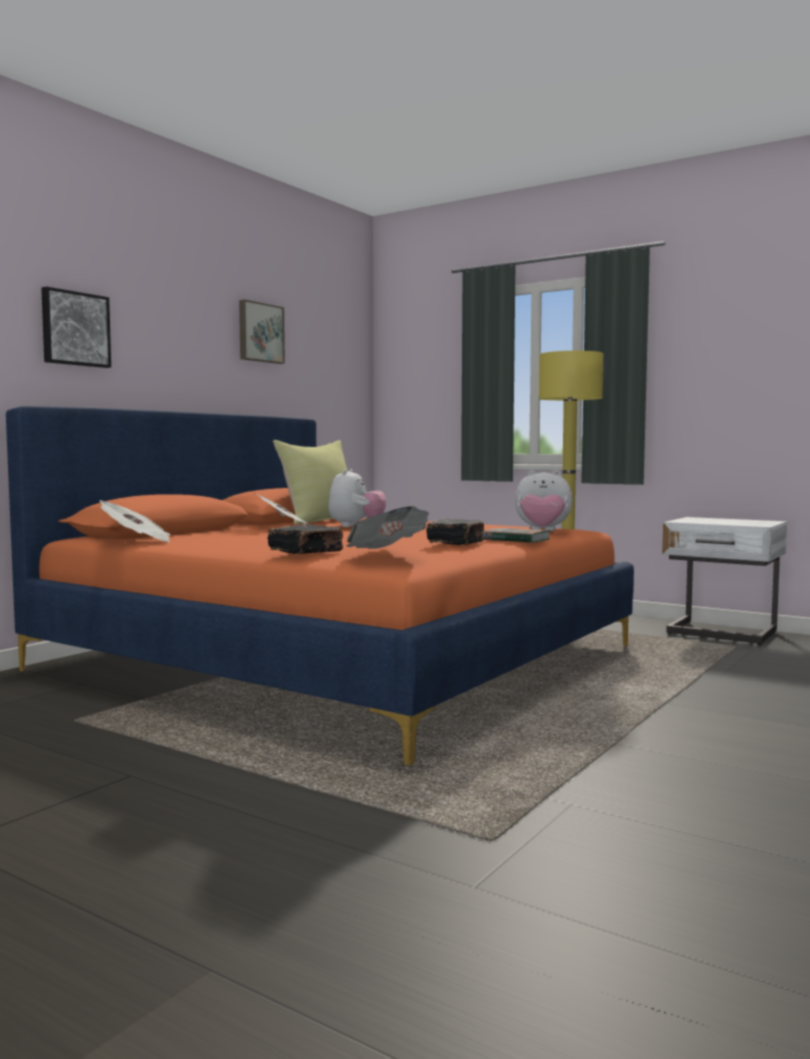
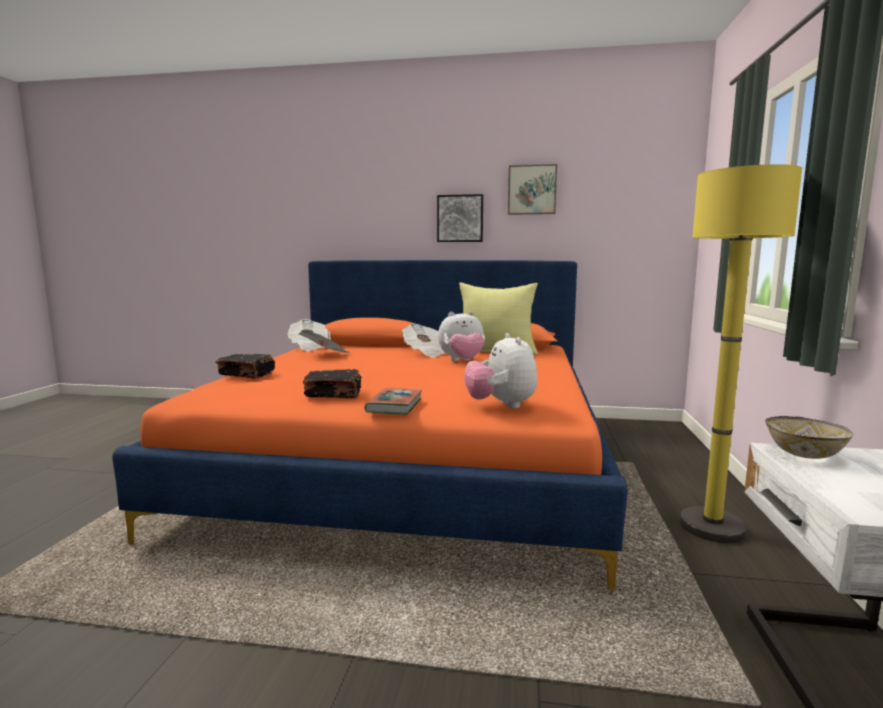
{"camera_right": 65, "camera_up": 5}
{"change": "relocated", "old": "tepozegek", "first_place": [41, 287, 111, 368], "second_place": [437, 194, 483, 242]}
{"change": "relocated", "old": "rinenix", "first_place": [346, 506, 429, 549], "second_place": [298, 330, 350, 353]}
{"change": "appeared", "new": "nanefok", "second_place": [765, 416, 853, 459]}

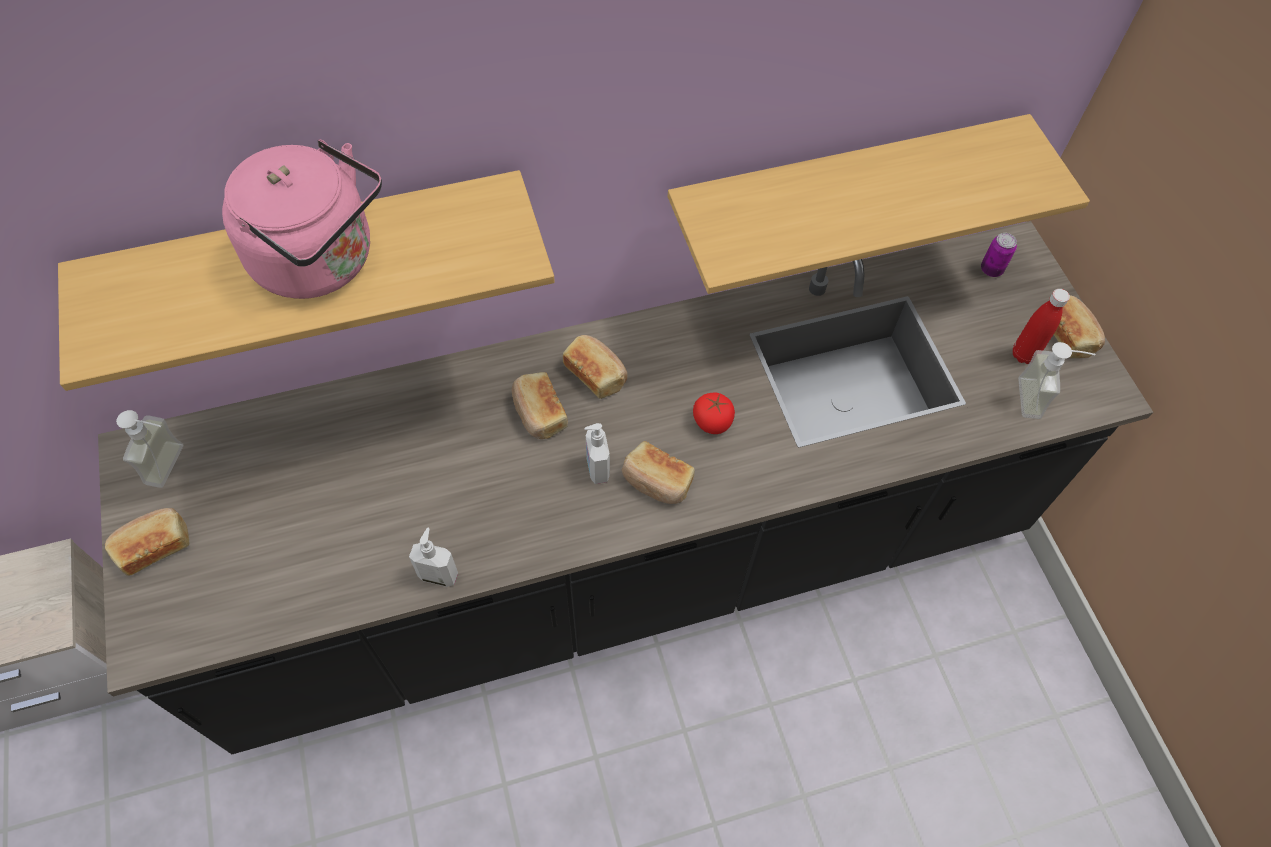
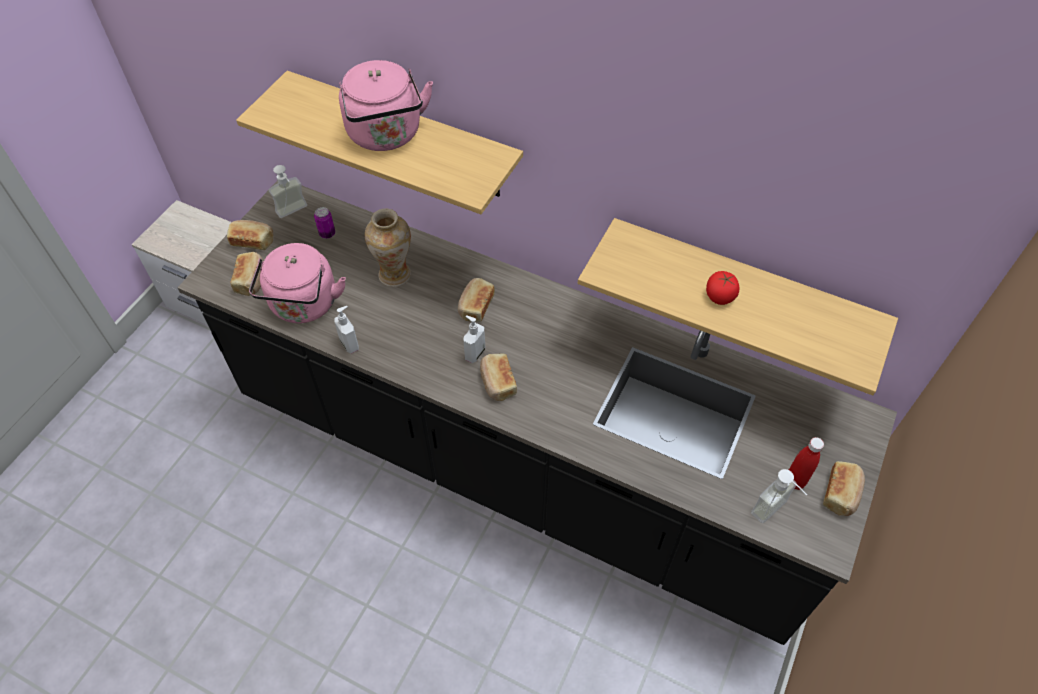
{"camera_right": 45, "camera_up": -5}
{"change": "relocated", "old": "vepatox", "first_place": [563, 335, 628, 399], "second_place": [230, 252, 264, 296]}
{"change": "relocated", "old": "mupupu", "first_place": [693, 392, 735, 434], "second_place": [706, 271, 739, 305]}
{"change": "relocated", "old": "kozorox", "first_place": [981, 233, 1017, 277], "second_place": [314, 207, 335, 239]}
{"change": "appeared", "new": "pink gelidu", "second_place": [249, 243, 346, 323]}
{"change": "appeared", "new": "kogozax", "second_place": [365, 209, 411, 287]}

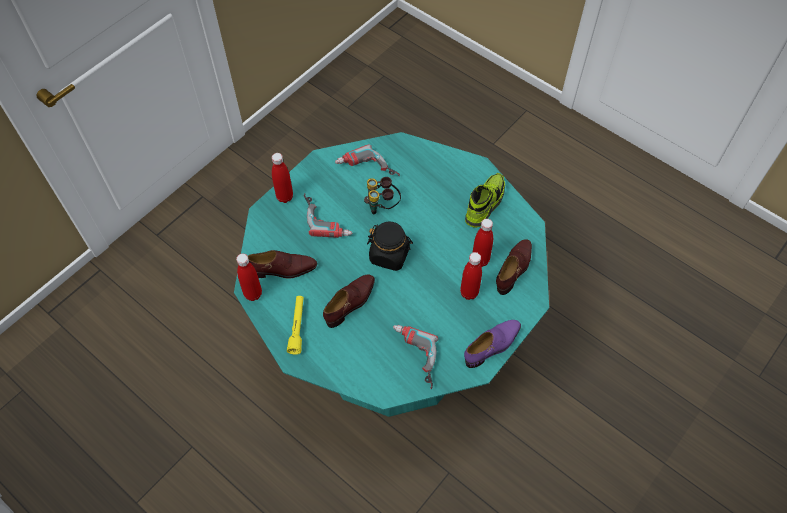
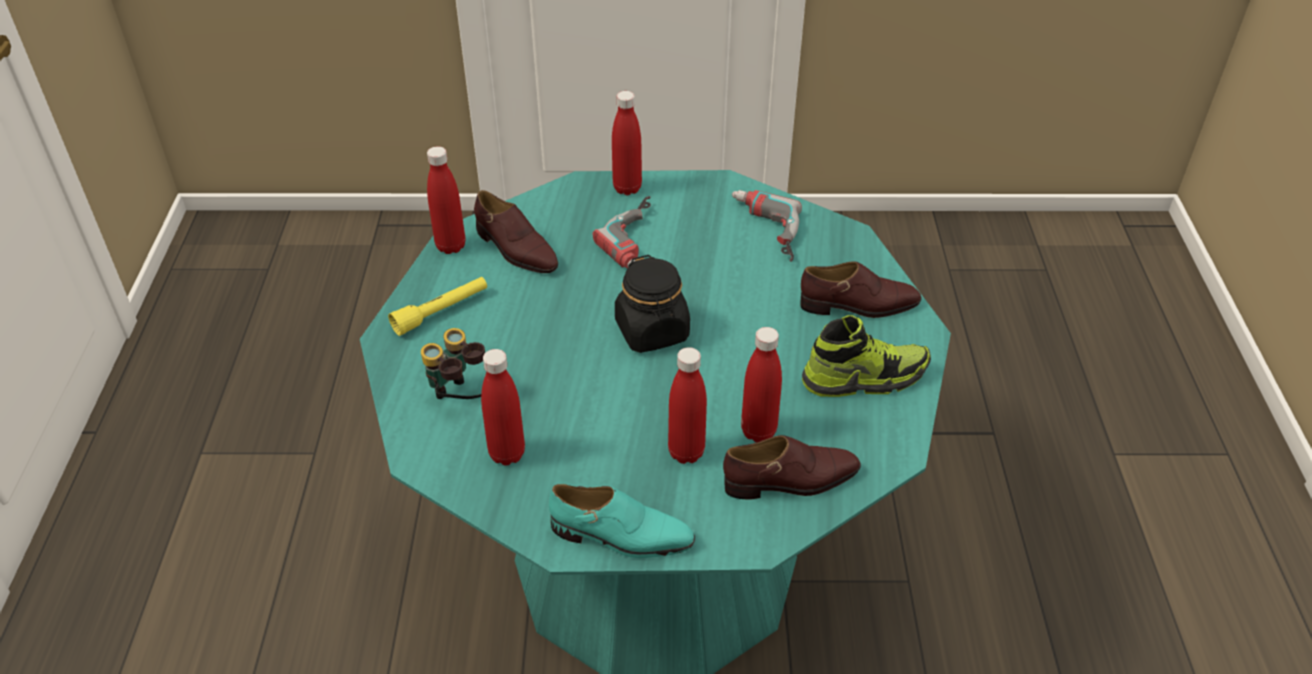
{"camera_right": 50, "camera_up": -15}
{"change": "relocated", "old": "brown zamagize", "first_place": [323, 275, 375, 328], "second_place": [800, 261, 922, 318]}
{"change": "relocated", "old": "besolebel", "first_place": [364, 177, 401, 214], "second_place": [421, 328, 485, 399]}
{"change": "exchanged", "old": "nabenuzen", "new": "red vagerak", "first_place": [393, 325, 438, 389], "second_place": [481, 349, 525, 465]}
{"change": "colour", "old": "purple zamagize", "new": "turquoise zamagize", "first_place": [464, 320, 521, 368], "second_place": [549, 484, 695, 558]}

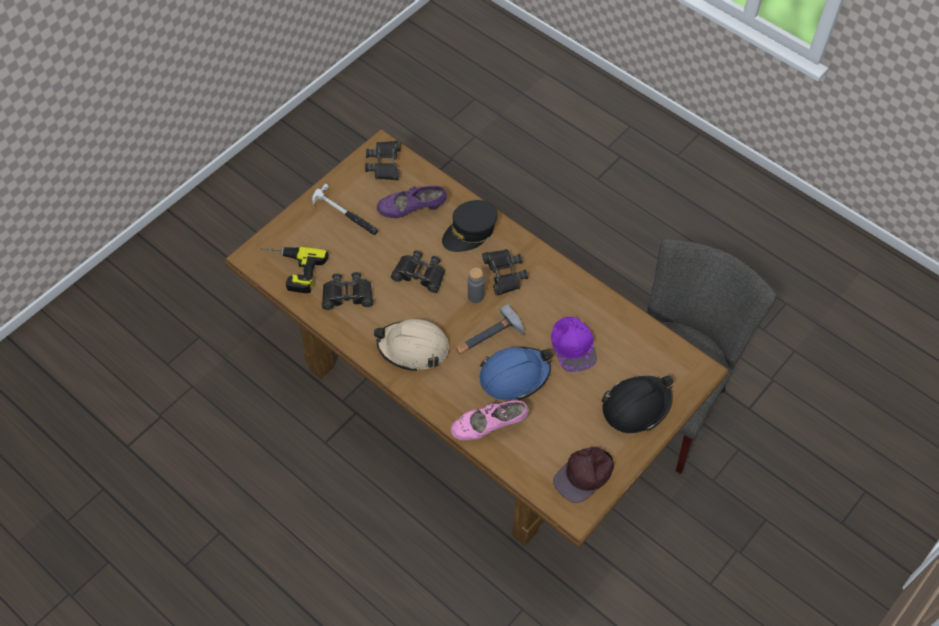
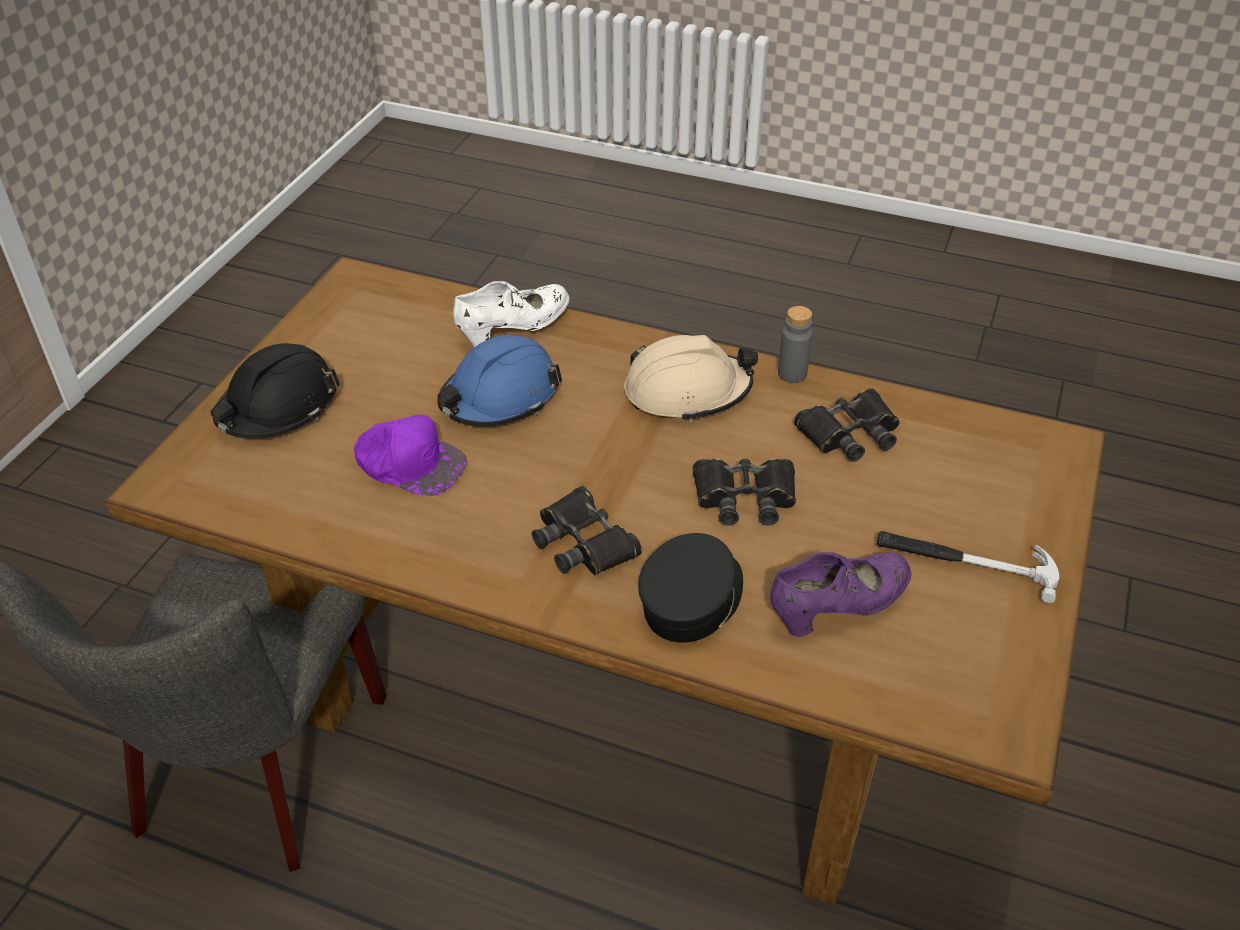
{"camera_right": 160, "camera_up": -15}
{"change": "missing", "old": "nabenuzen", "first_place": [260, 247, 329, 293]}
{"change": "missing", "old": "black besolebel", "first_place": [365, 141, 401, 180]}
{"change": "colour", "old": "pink zamagize", "new": "white zamagize", "first_place": [451, 400, 529, 440], "second_place": [453, 281, 570, 347]}
{"change": "missing", "old": "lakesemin", "first_place": [455, 304, 525, 354]}
{"change": "relocated", "old": "grey vagerak", "first_place": [468, 268, 484, 303], "second_place": [778, 306, 813, 383]}
{"change": "spun", "old": "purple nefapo", "first_place": [551, 317, 597, 372], "second_place": [354, 415, 467, 496], "degrees": 150}
{"change": "missing", "old": "brown nefapo", "first_place": [553, 447, 614, 503]}

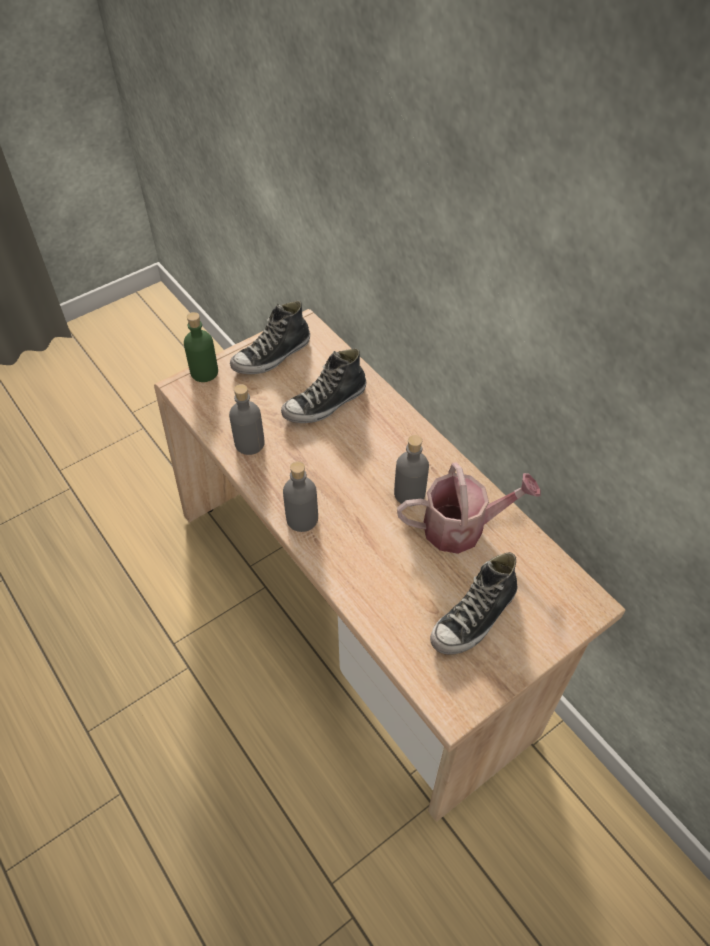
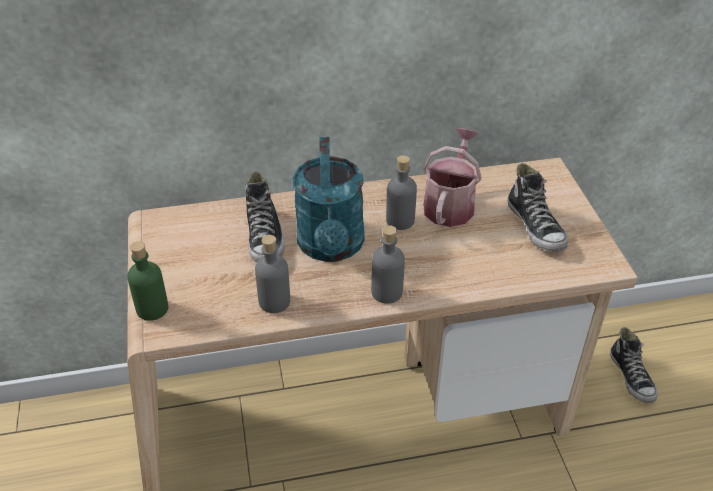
{"camera_right": -65, "camera_up": -10}
{"change": "relocated", "old": "zamagize", "first_place": [230, 301, 310, 374], "second_place": [610, 327, 658, 403]}
{"change": "appeared", "new": "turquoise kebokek", "second_place": [293, 137, 365, 262]}

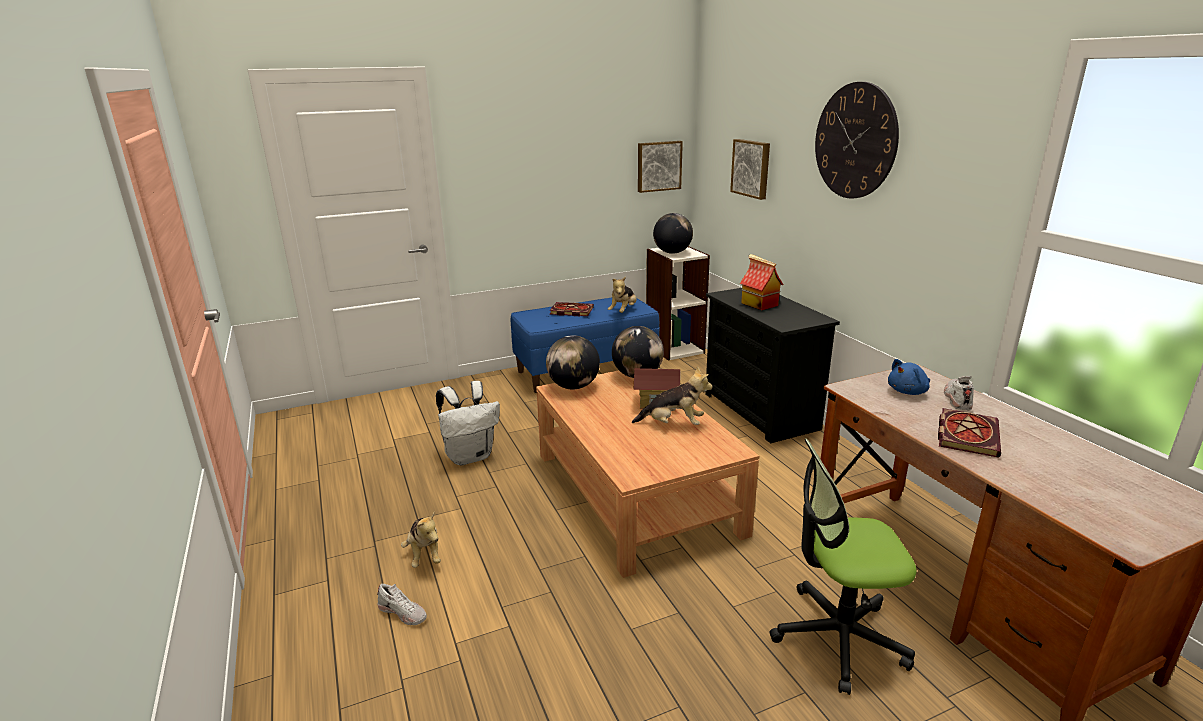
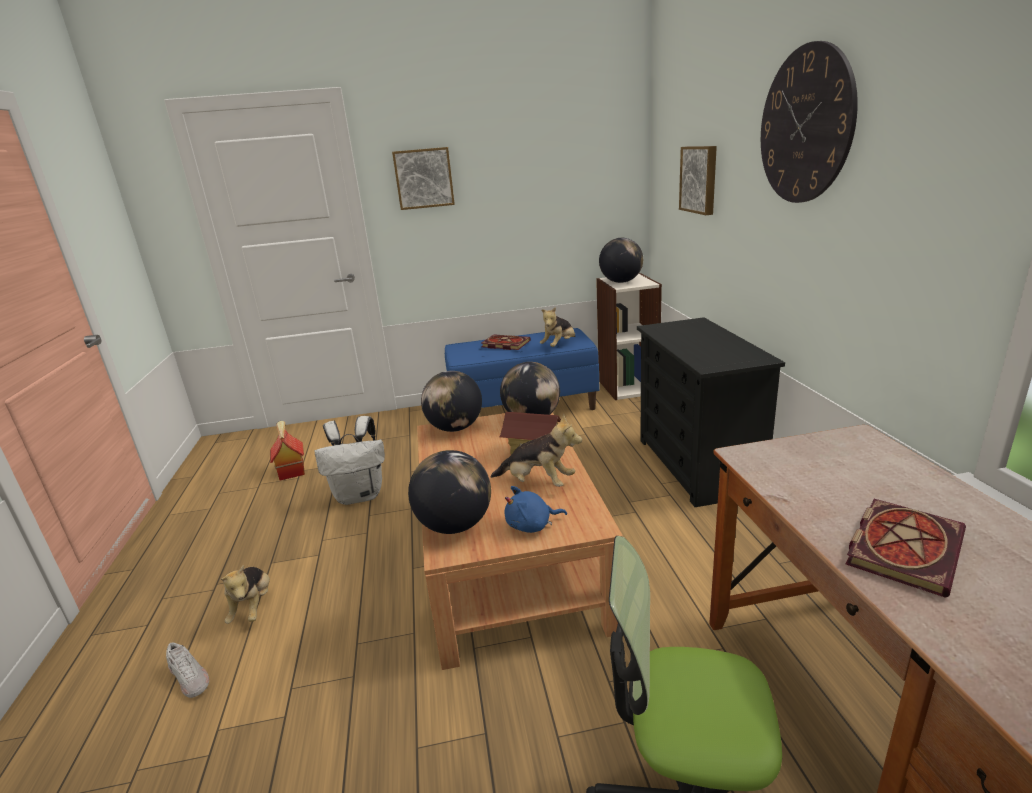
{"camera_right": 15, "camera_up": 0}
{"change": "relocated", "old": "tepozegek", "first_place": [638, 141, 683, 193], "second_place": [392, 147, 455, 210]}
{"change": "relocated", "old": "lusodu", "first_place": [740, 254, 783, 310], "second_place": [270, 421, 305, 481]}
{"change": "relocated", "old": "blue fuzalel", "first_place": [888, 359, 930, 395], "second_place": [505, 486, 567, 533]}
{"change": "missing", "old": "white zamagize", "first_place": [944, 376, 974, 410]}
{"change": "appeared", "new": "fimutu", "second_place": [408, 450, 491, 534]}

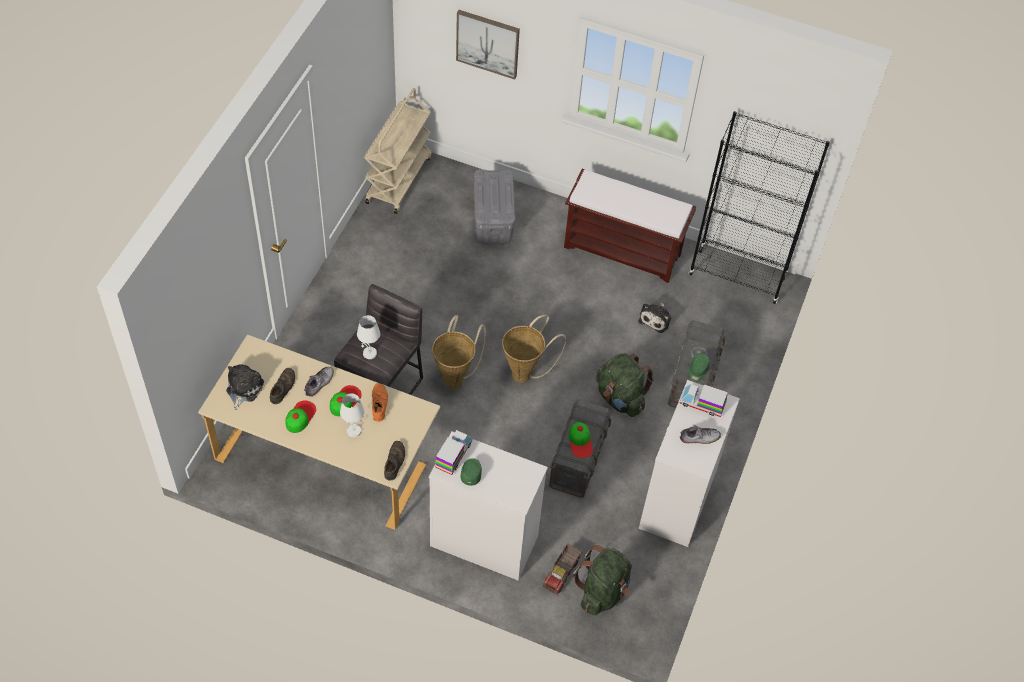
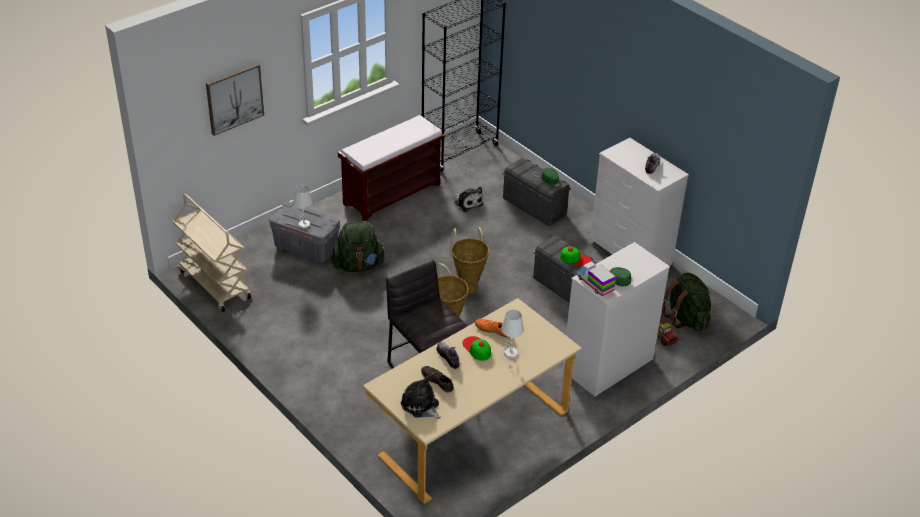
{"camera_right": -60, "camera_up": -15}
{"change": "missing", "old": "nefapo", "first_place": [285, 400, 316, 433]}
{"change": "relocated", "old": "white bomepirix", "first_place": [357, 315, 380, 359], "second_place": [293, 185, 313, 228]}
{"change": "missing", "old": "brown zamagize", "first_place": [384, 441, 405, 481]}
{"change": "relocated", "old": "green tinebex", "first_place": [596, 353, 654, 417], "second_place": [331, 221, 386, 272]}
{"change": "missing", "old": "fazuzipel", "first_place": [680, 384, 728, 417]}

